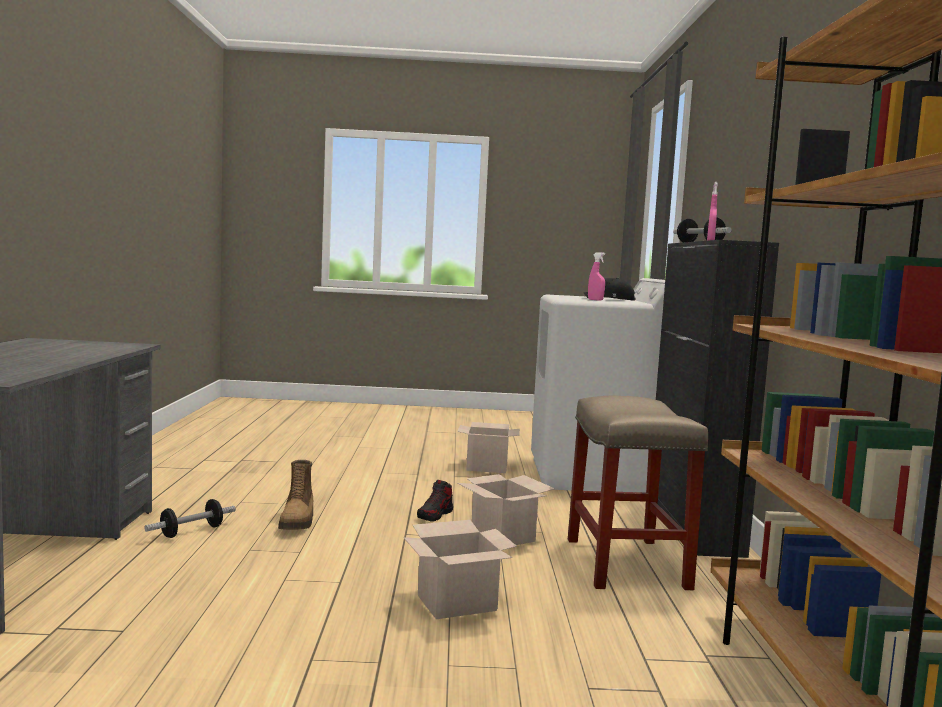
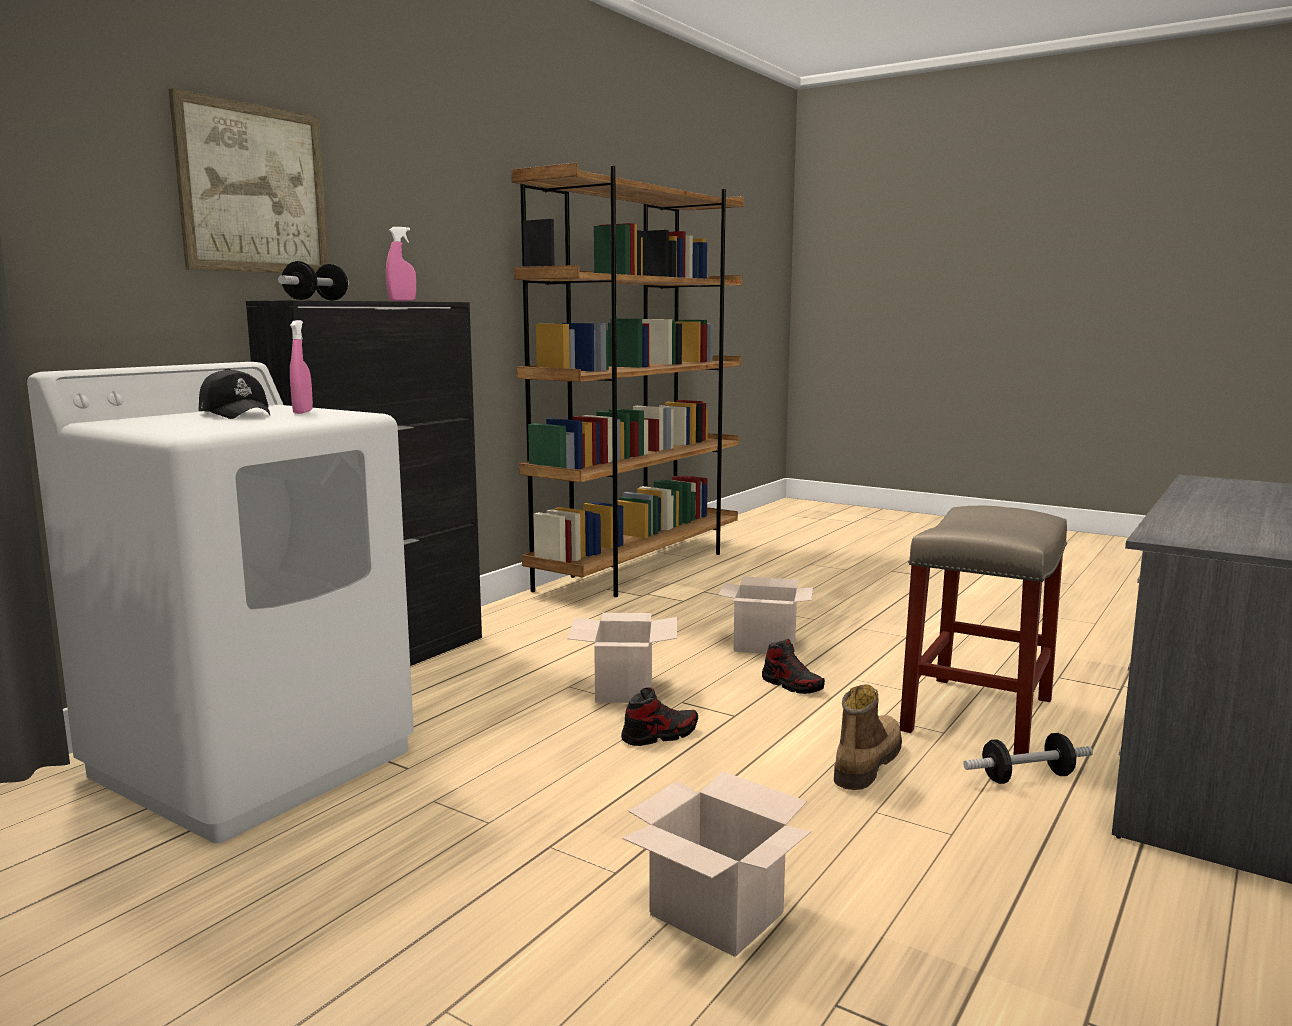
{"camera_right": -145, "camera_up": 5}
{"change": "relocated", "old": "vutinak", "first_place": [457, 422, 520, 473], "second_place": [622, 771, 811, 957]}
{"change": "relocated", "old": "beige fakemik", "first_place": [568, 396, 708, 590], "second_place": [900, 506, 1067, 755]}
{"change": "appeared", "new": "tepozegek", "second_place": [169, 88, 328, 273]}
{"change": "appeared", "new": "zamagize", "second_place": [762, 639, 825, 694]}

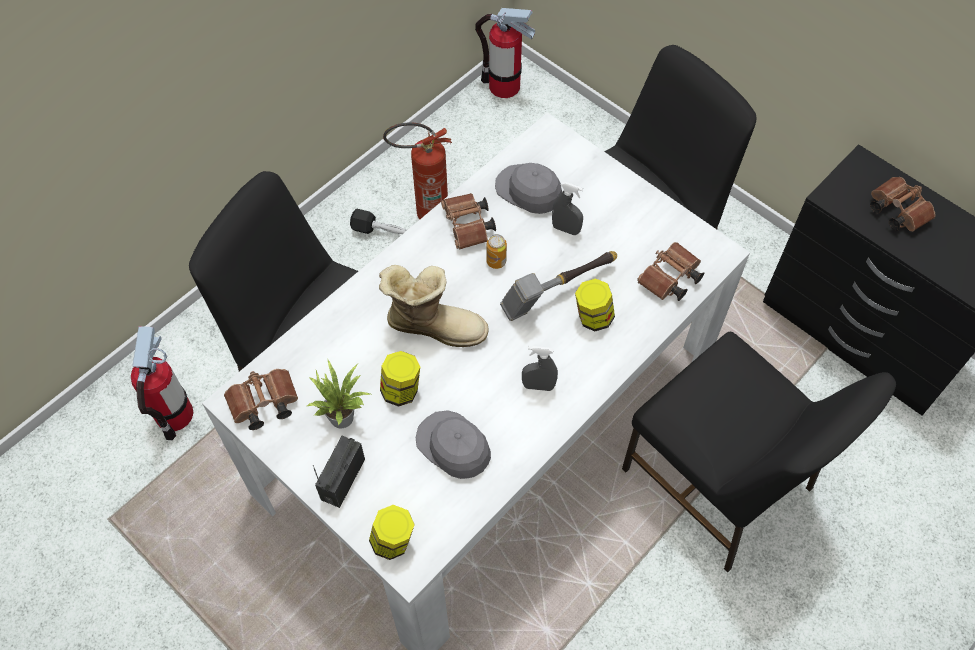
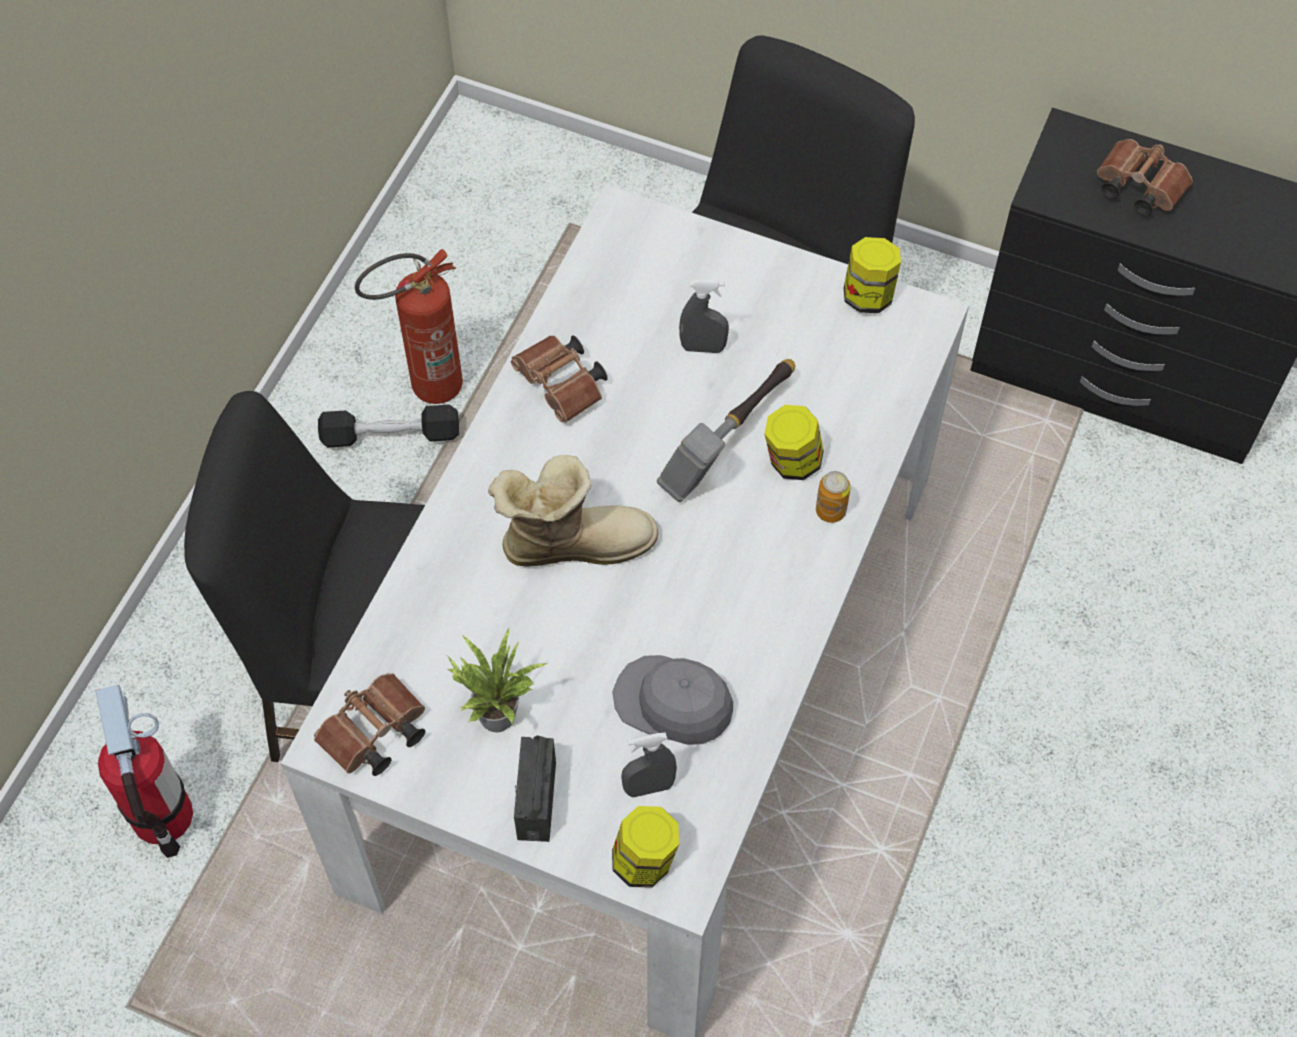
{"camera_right": -20, "camera_up": 0}
{"change": "relocated", "old": "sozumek", "first_place": [380, 351, 420, 407], "second_place": [844, 237, 901, 313]}
{"change": "missing", "old": "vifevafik", "first_place": [475, 8, 535, 98]}
{"change": "relocated", "old": "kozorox", "first_place": [486, 234, 507, 269], "second_place": [816, 471, 850, 523]}
{"change": "missing", "old": "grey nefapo", "first_place": [495, 163, 562, 214]}
{"change": "relocated", "old": "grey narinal", "first_place": [522, 346, 558, 391], "second_place": [621, 732, 677, 797]}
{"change": "missing", "old": "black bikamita", "first_place": [622, 332, 896, 572]}
{"change": "missing", "old": "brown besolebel", "first_place": [637, 242, 704, 301]}

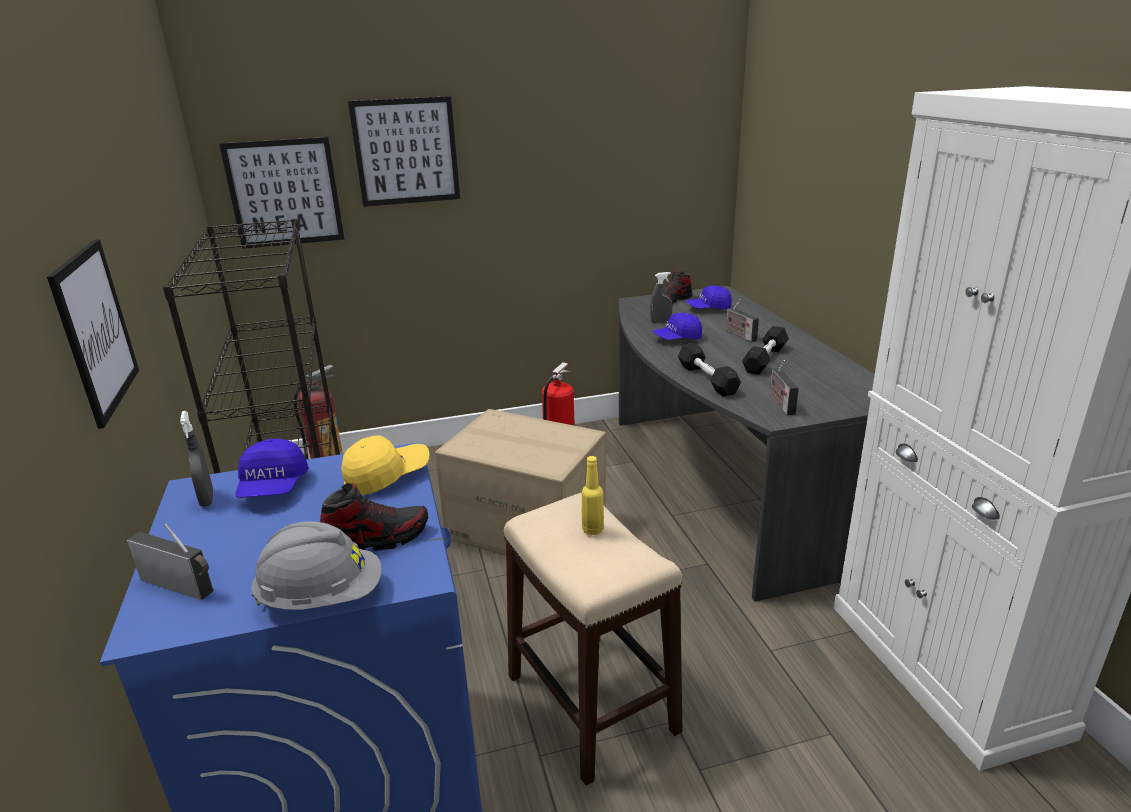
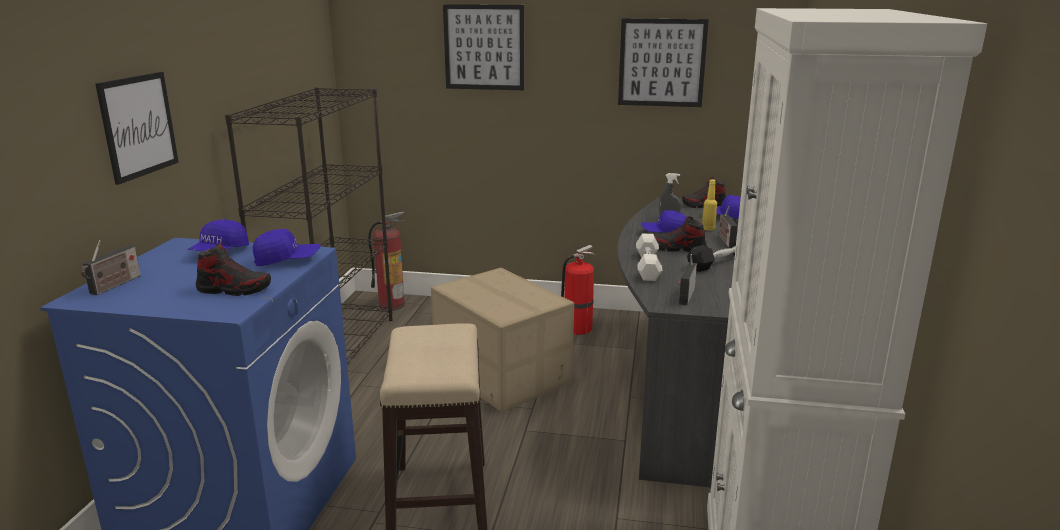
{"camera_right": 25, "camera_up": -5}
{"change": "spun", "old": "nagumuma", "first_place": [127, 524, 214, 600], "second_place": [81, 240, 141, 295], "degrees": 60}
{"change": "missing", "old": "grey narinal", "first_place": [180, 411, 213, 507]}
{"change": "relocated", "old": "tepozegek", "first_place": [219, 137, 345, 249], "second_place": [618, 18, 709, 107]}
{"change": "missing", "old": "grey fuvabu", "first_place": [251, 521, 382, 610]}
{"change": "colour", "old": "yellow nefapo", "new": "blue nefapo", "first_place": [341, 435, 430, 495], "second_place": [253, 229, 321, 266]}
{"change": "relocated", "old": "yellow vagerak", "first_place": [582, 456, 604, 535], "second_place": [702, 179, 717, 231]}
{"change": "colour", "old": "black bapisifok", "new": "white bapisifok", "first_place": [678, 343, 741, 397], "second_place": [636, 233, 662, 281]}
{"change": "appeared", "new": "zamagize", "second_place": [654, 216, 707, 252]}

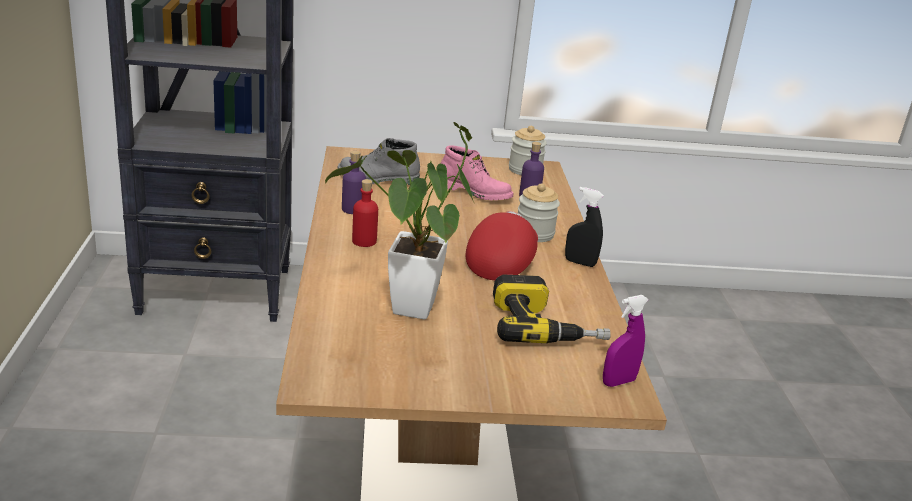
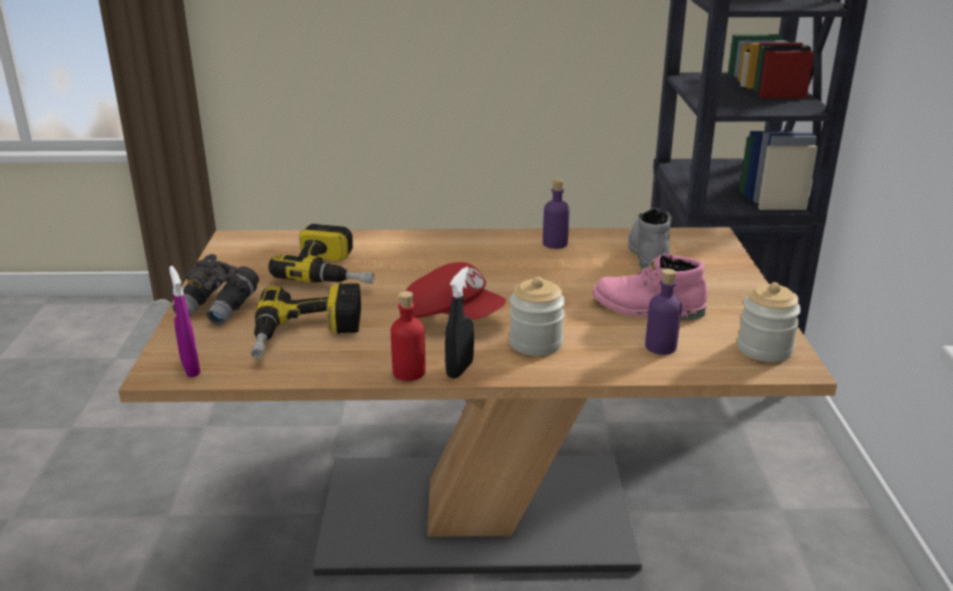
{"camera_right": 95, "camera_up": 0}
{"change": "exchanged", "old": "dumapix", "new": "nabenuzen", "first_place": [324, 122, 474, 319], "second_place": [269, 224, 375, 284]}
{"change": "relocated", "old": "red vagerak", "first_place": [352, 179, 378, 247], "second_place": [391, 291, 425, 381]}
{"change": "spun", "old": "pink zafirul", "first_place": [440, 145, 513, 200], "second_place": [593, 254, 708, 320], "degrees": 75}
{"change": "appeared", "new": "grey besolebel", "second_place": [172, 254, 259, 325]}

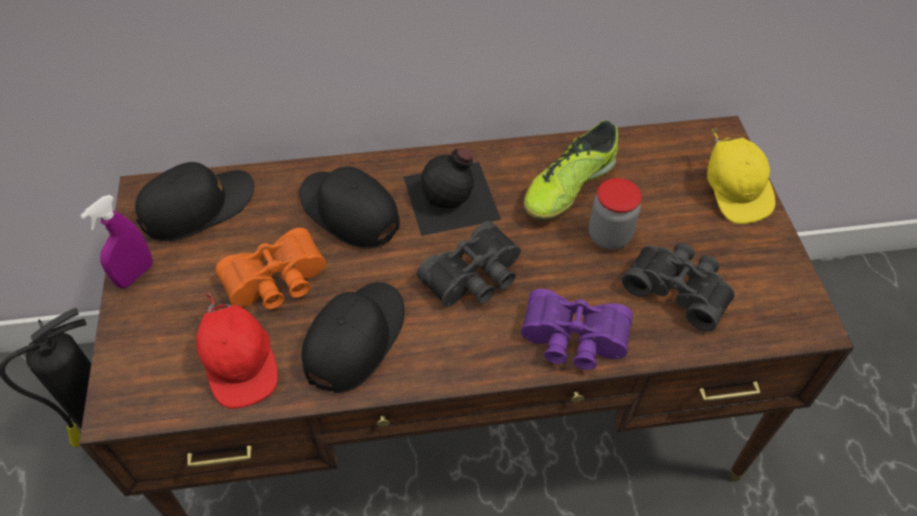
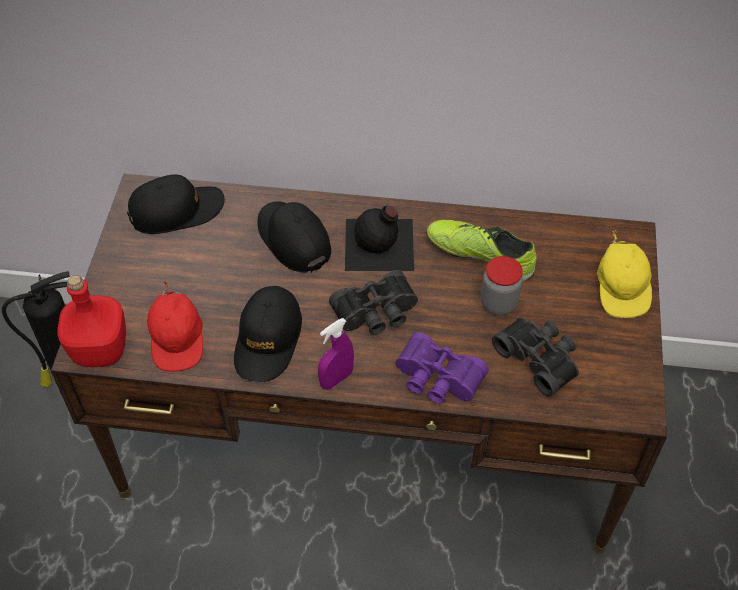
{"camera_right": 15, "camera_up": 0}
{"change": "relocated", "old": "purple narinal", "first_place": [80, 195, 153, 288], "second_place": [318, 318, 354, 390]}
{"change": "missing", "old": "orange besolebel", "first_place": [215, 228, 326, 309]}
{"change": "spun", "old": "black nefapo", "first_place": [302, 282, 405, 393], "second_place": [234, 286, 302, 382], "degrees": 150}
{"change": "spun", "old": "zamagize", "first_place": [523, 120, 618, 220], "second_place": [427, 220, 537, 281], "degrees": 60}
{"change": "appeared", "new": "red vagerak", "second_place": [57, 275, 126, 367]}

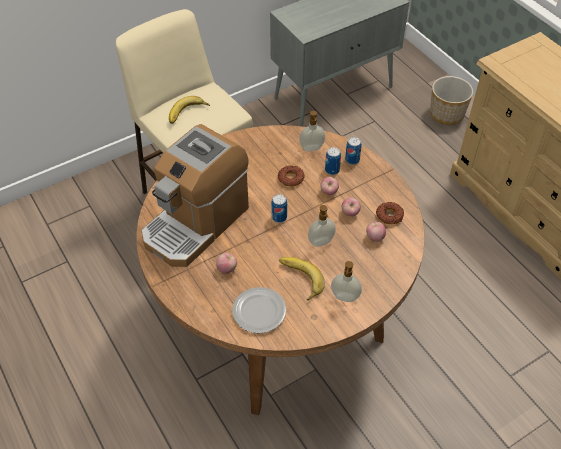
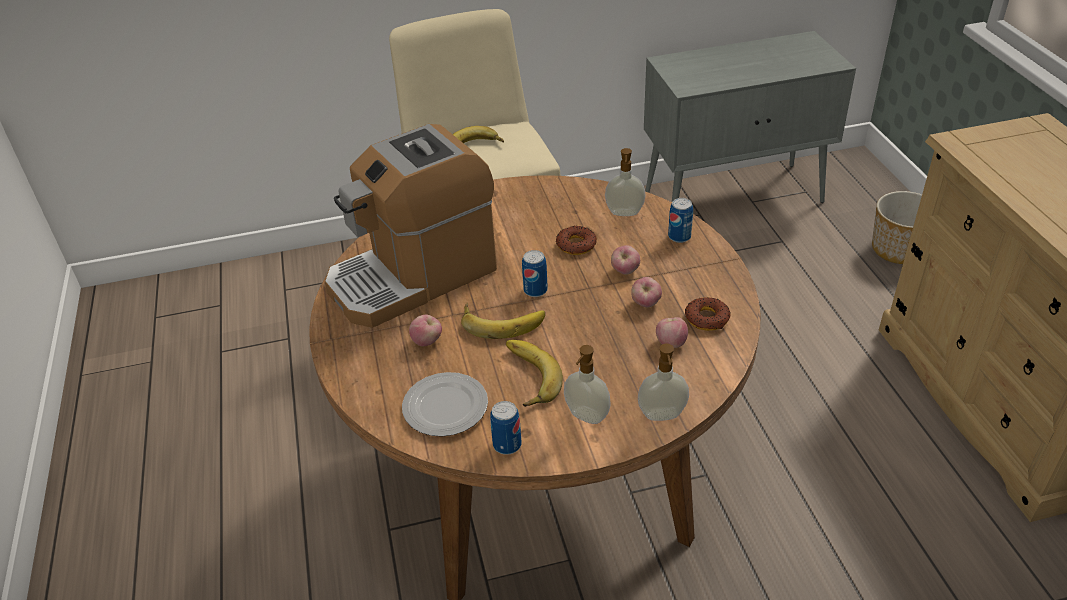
{"camera_right": 20, "camera_up": -10}
{"change": "relocated", "old": "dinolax", "first_place": [308, 205, 336, 247], "second_place": [638, 344, 689, 421]}
{"change": "relocated", "old": "kozorox", "first_place": [325, 147, 341, 175], "second_place": [490, 401, 522, 455]}
{"change": "appeared", "new": "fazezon", "second_place": [461, 303, 545, 339]}

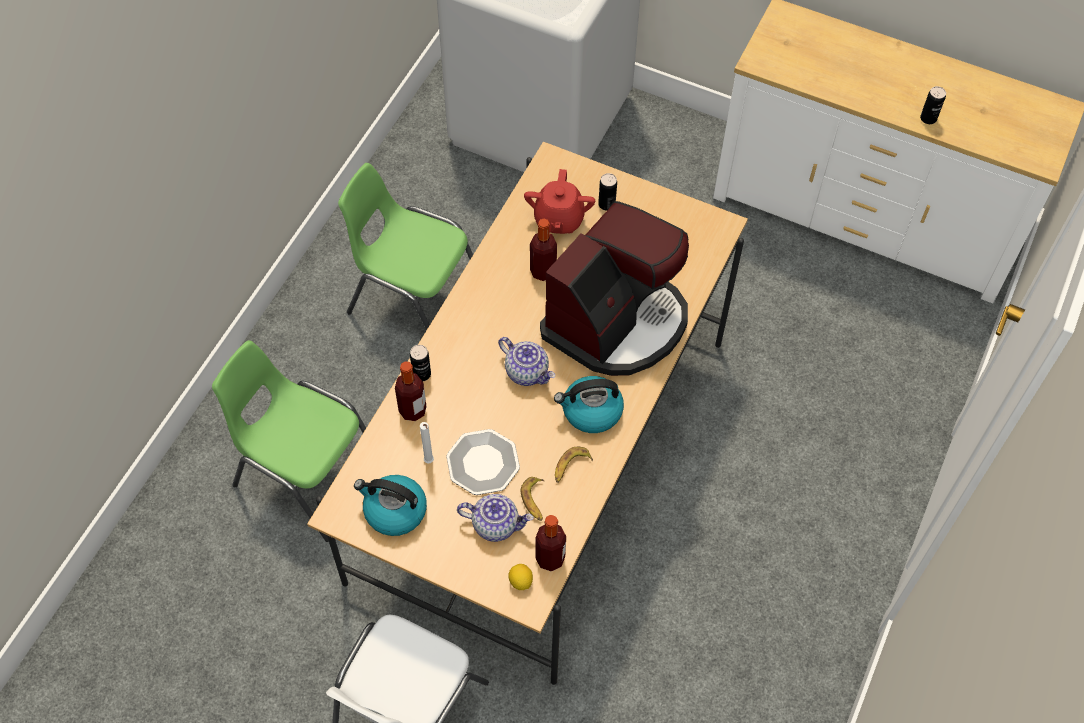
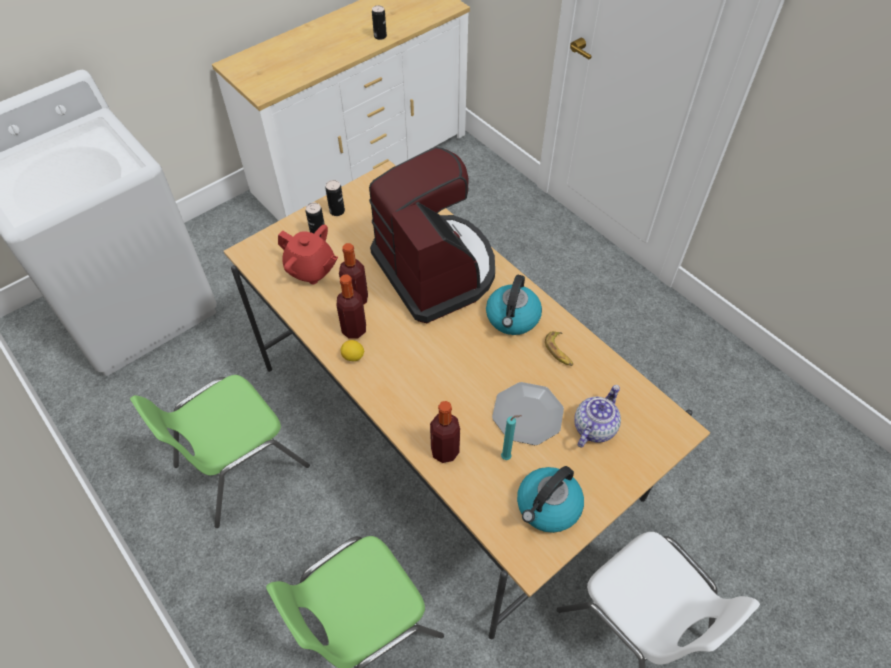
{"camera_right": -65, "camera_up": -5}
{"change": "relocated", "old": "kozorox", "first_place": [410, 345, 431, 381], "second_place": [325, 180, 345, 216]}
{"change": "colour", "old": "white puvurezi", "new": "turquoise puvurezi", "first_place": [420, 422, 434, 463], "second_place": [501, 415, 522, 460]}
{"change": "missing", "old": "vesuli", "first_place": [498, 337, 555, 386]}
{"change": "relocated", "old": "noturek", "first_place": [508, 564, 533, 590], "second_place": [341, 340, 364, 361]}
{"change": "missing", "old": "fazezon", "first_place": [521, 477, 544, 521]}
{"change": "relocated", "old": "vagerak", "first_place": [535, 515, 566, 571], "second_place": [336, 275, 366, 339]}

